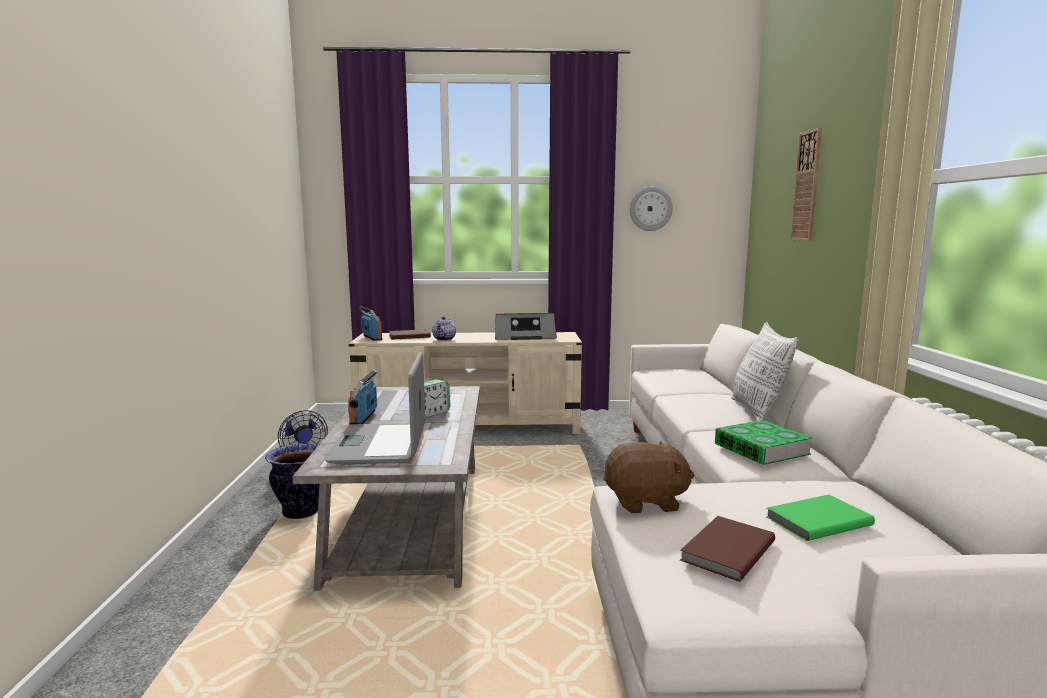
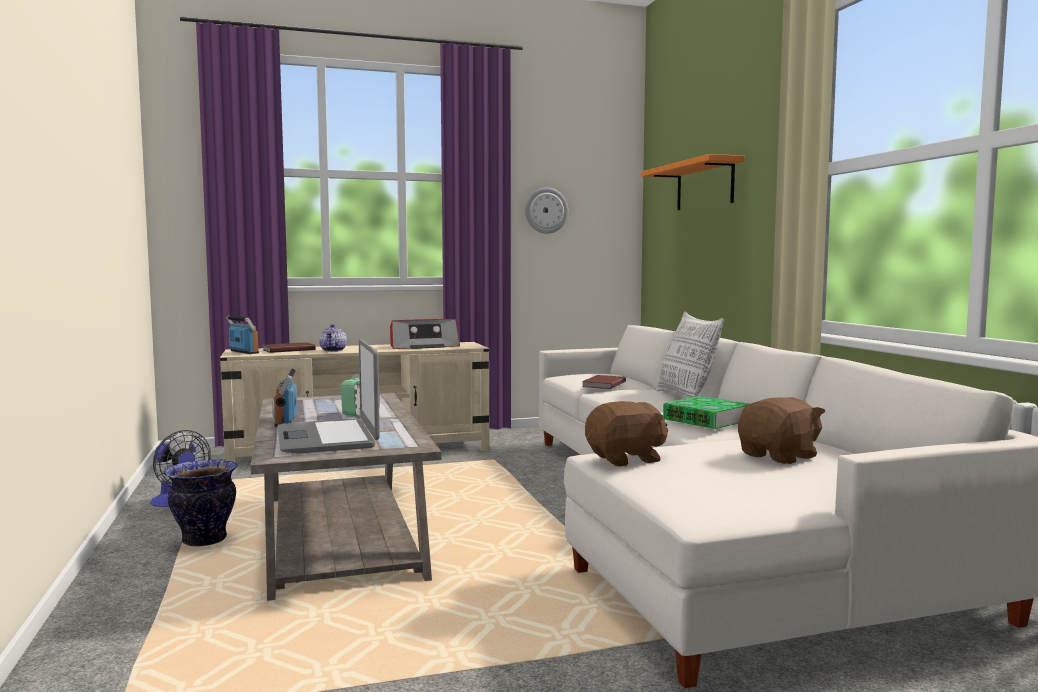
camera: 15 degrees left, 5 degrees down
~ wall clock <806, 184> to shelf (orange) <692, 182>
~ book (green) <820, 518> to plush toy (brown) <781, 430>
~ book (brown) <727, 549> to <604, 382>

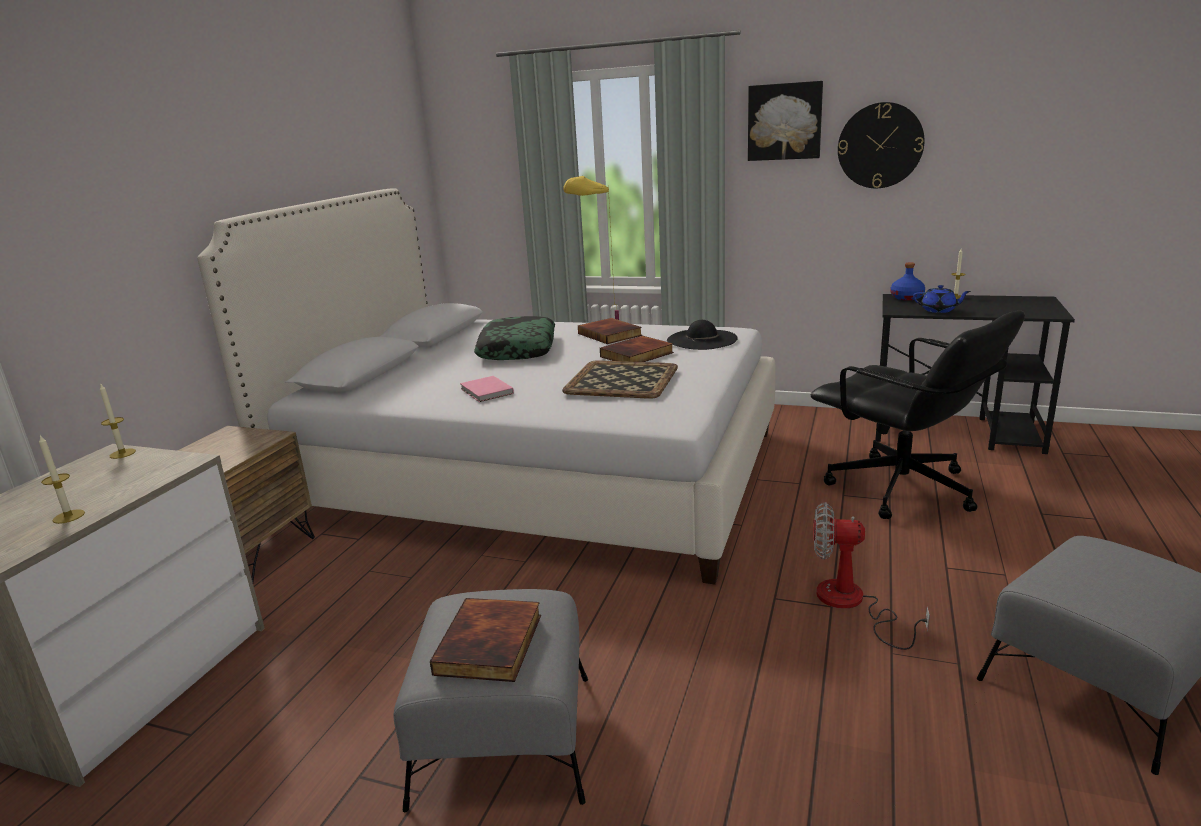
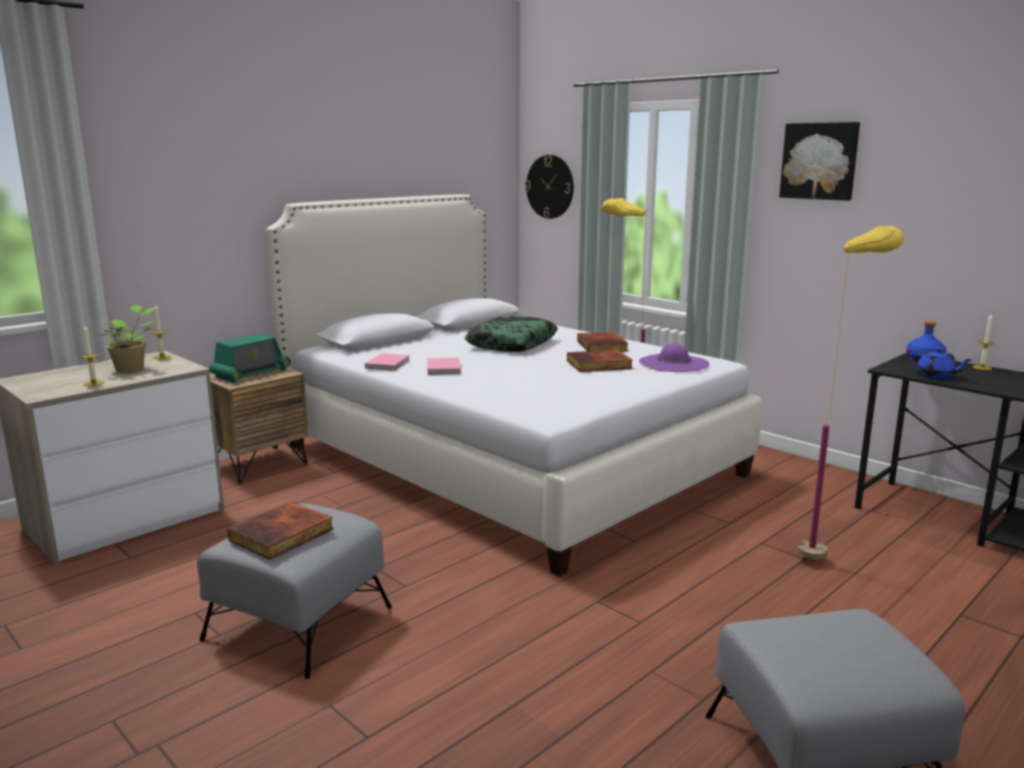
camera: 25 degrees right, 5 degrees down
~ wall clock <881, 145> to <549, 187>
~ office chair (black) <918, 414> to floor lamp (yellow) <850, 393>
~ hat (black) <702, 335> to hat (purple) <674, 358>
- tray <620, 379>
- fan <871, 576>
+ potted plant <128, 338>
+ radio <250, 358>
+ book (pink) <387, 362>

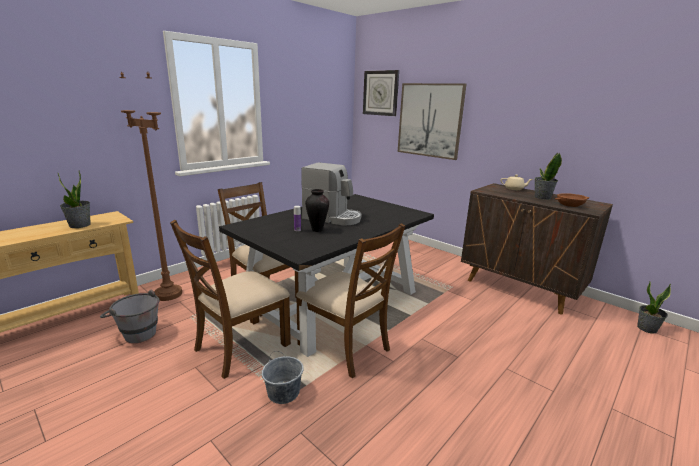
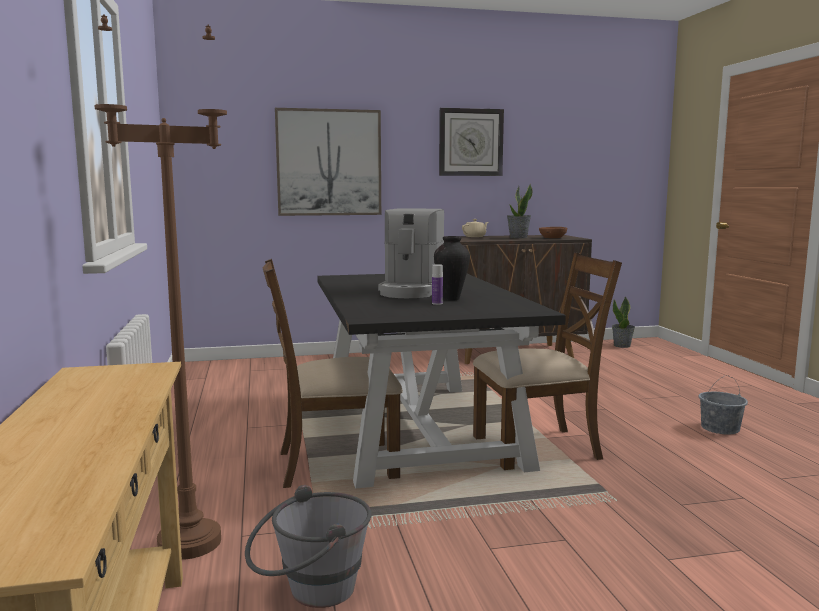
camera: 55 degrees left, 10 degrees down
~ wall clock <381, 93> to <471, 142>
~ coffee machine <331, 194> = <411, 253> 135 degrees clockwise
- potted plant <74, 199>
- chair (brown) <230, 299>
~ bucket (grey) <283, 377> to <723, 405>

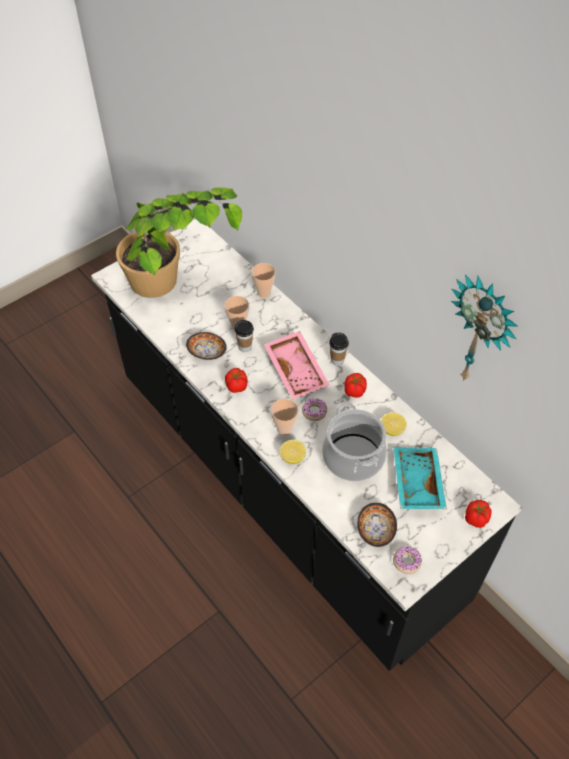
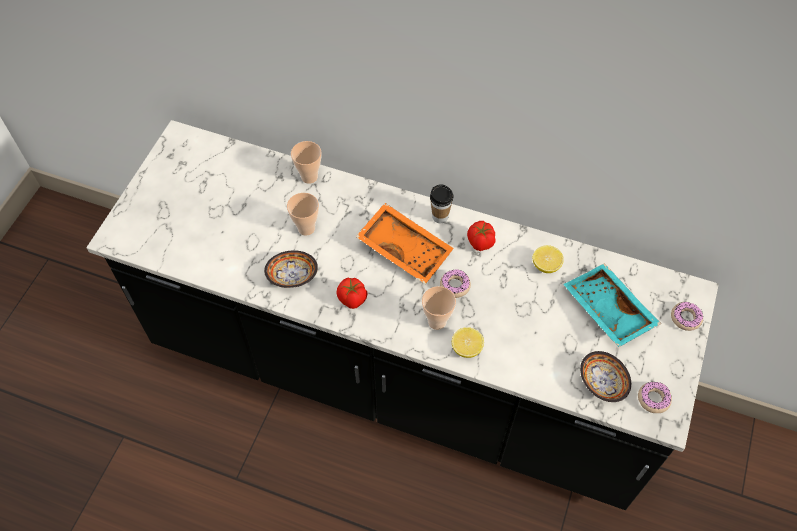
camera: 30 degrees left, 5 degrees up
- potted plant <179, 242>
- wall clock <484, 327>
- cup <244, 336>
~ tray (pink) <297, 365> to tray (orange) <405, 243>
- cooking pot <354, 441>
~ tomato <478, 514> to donut <687, 316>

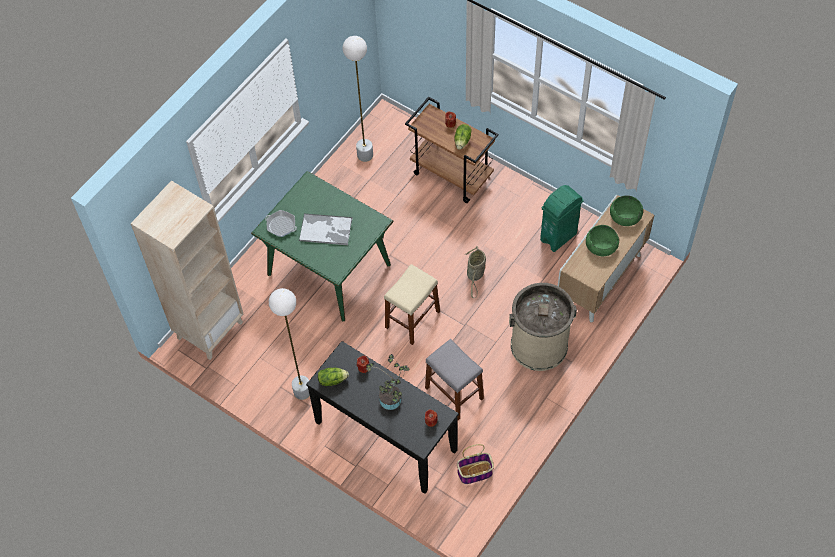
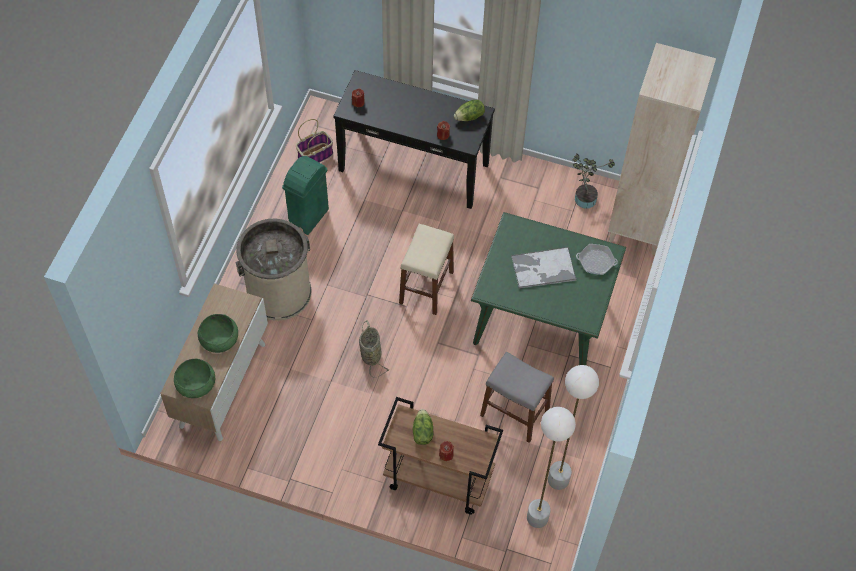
camera: 160 degrees right, 0 degrees up
~ trash can (green) <561, 218> to <305, 195>
~ floor lamp (white) <289, 344> to <551, 467>
~ stool (grey) <454, 379> to <517, 397>
~ potted plant <387, 382> to <594, 181>

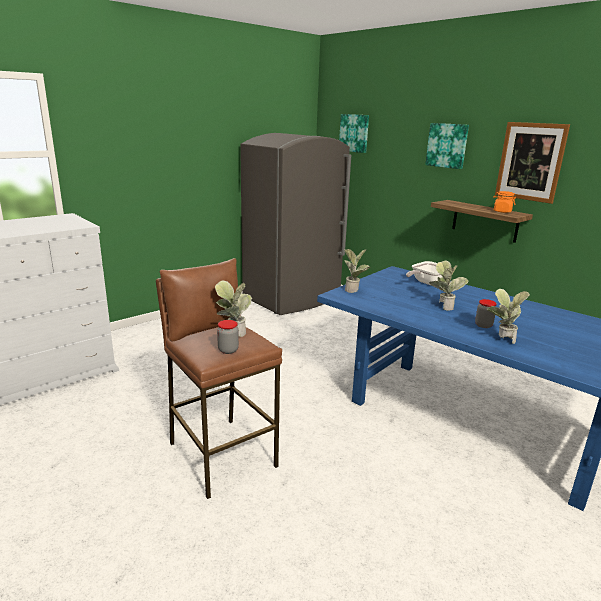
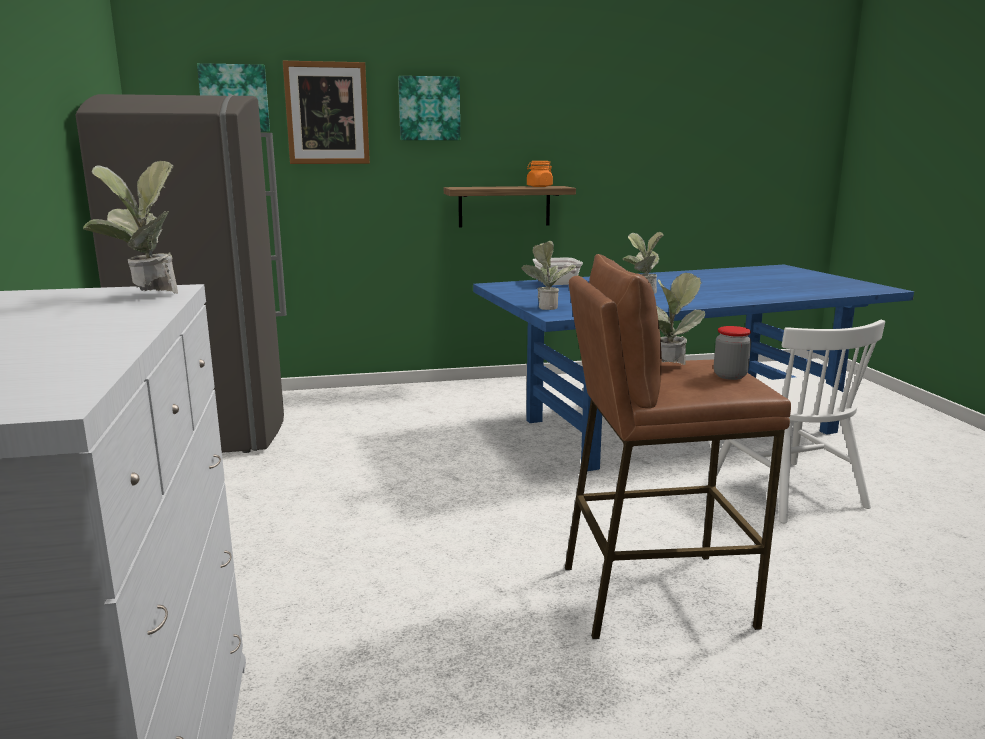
camera: 60 degrees left, 5 degrees down
~ picture <532, 163> to <326, 112>
~ potted plant <508, 316> to <130, 227>
- jar <486, 313>
+ chair (white) <801, 421>

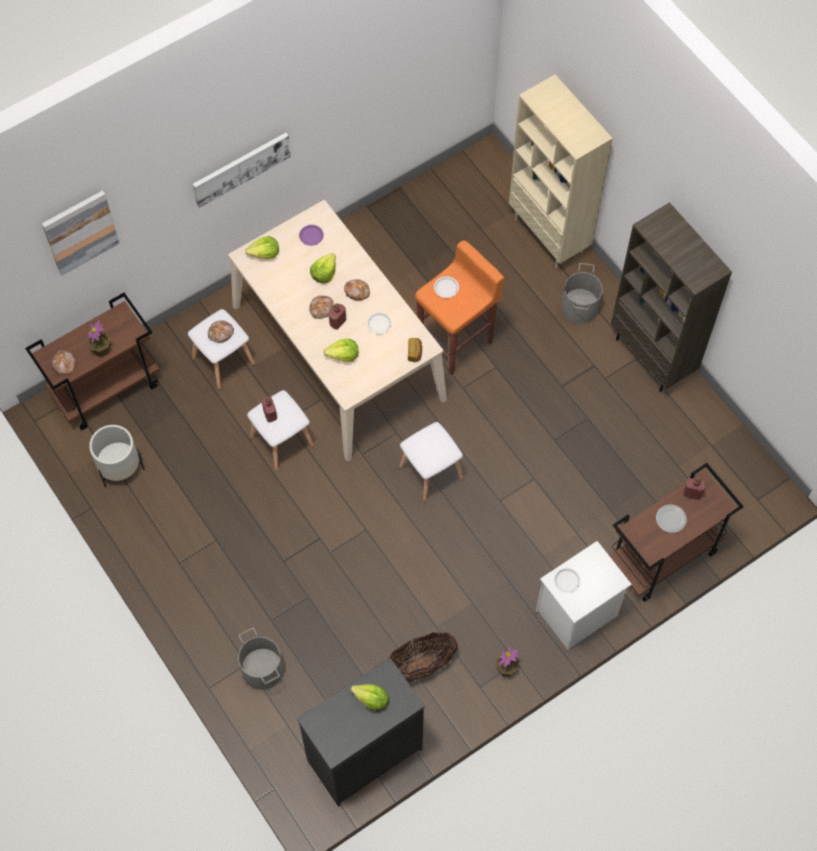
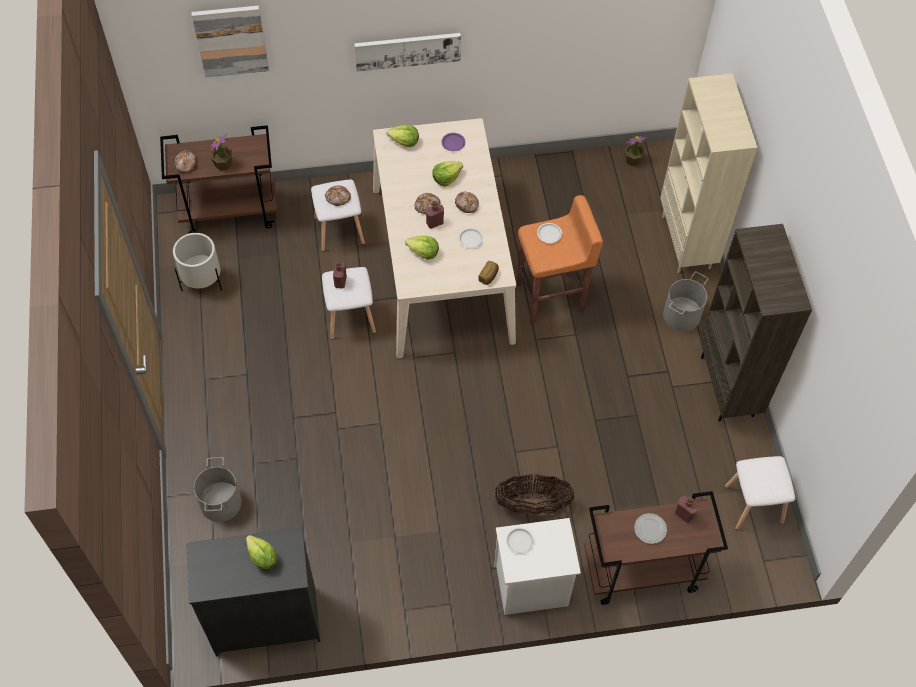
camera: 25 degrees right, 5 degrees down
~ stool (white) <431, 462> to <760, 493>
~ basket <423, 657> to <534, 494>
~ potted plant <507, 662> to <635, 151>

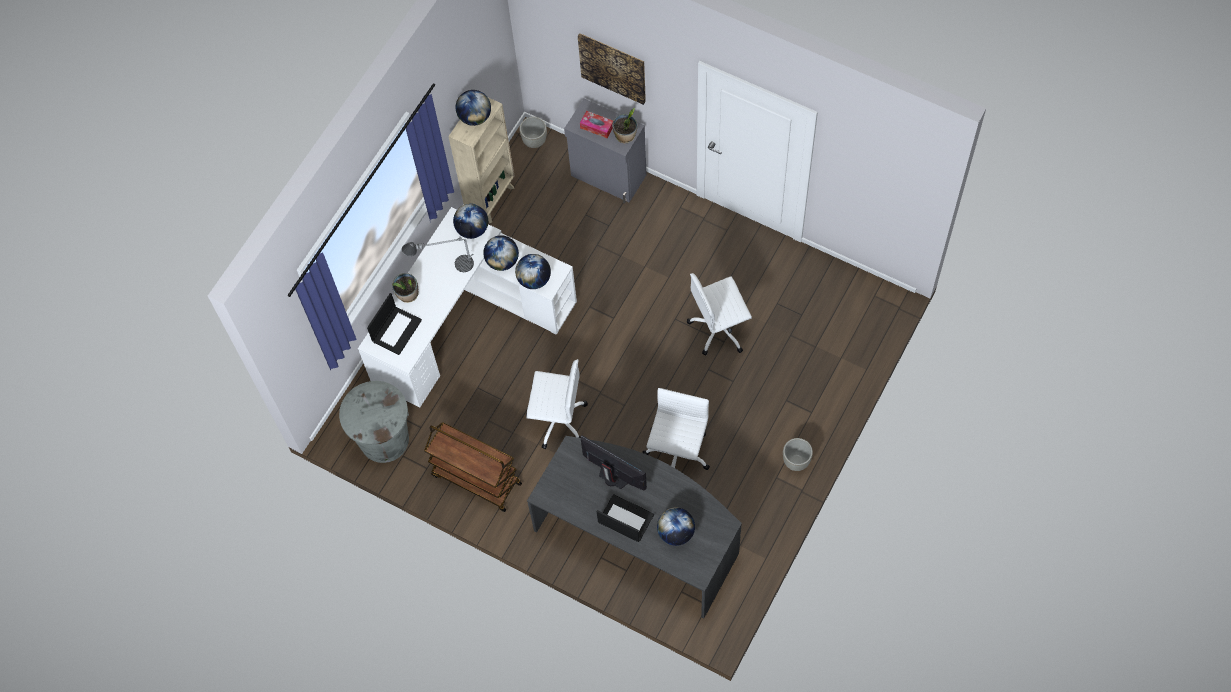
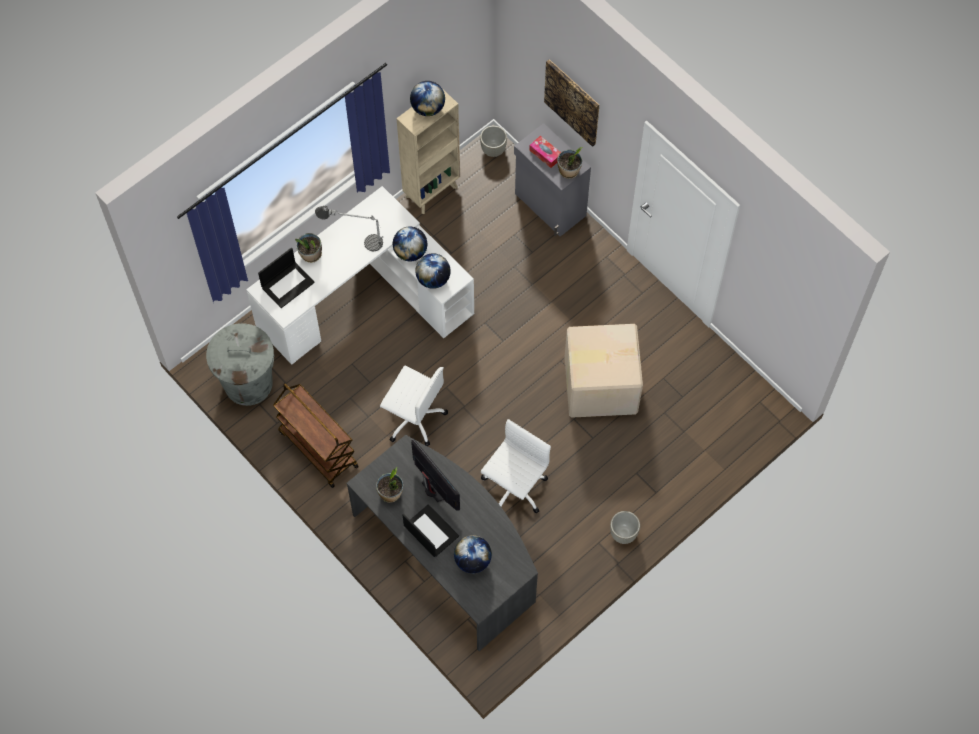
camera: 15 degrees right, 0 degrees up
- globe <470, 221>
~ office chair (white) <719, 314> to cardboard box <603, 371>
+ potted plant <389, 485>

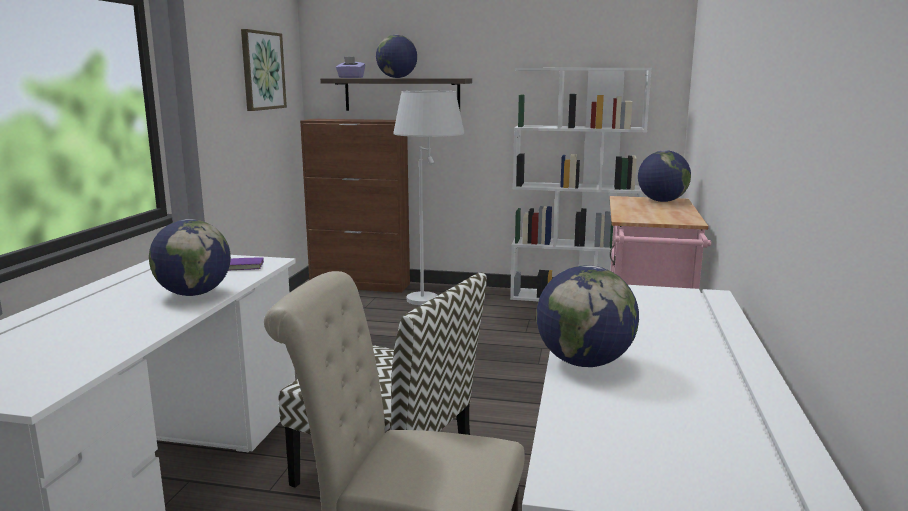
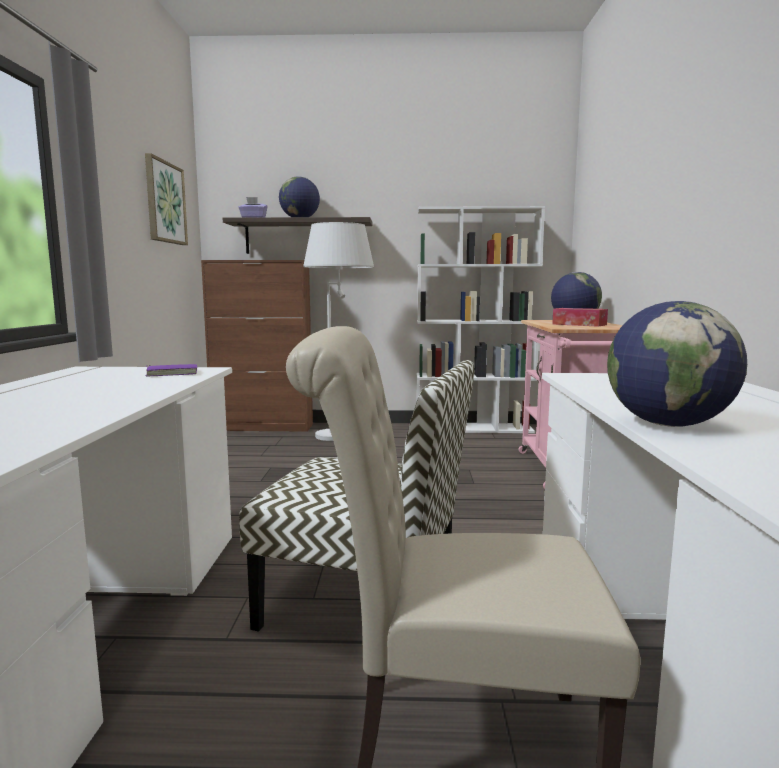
camera: 10 degrees left, 5 degrees down
- globe <190, 257>
+ tissue box <580, 317>

